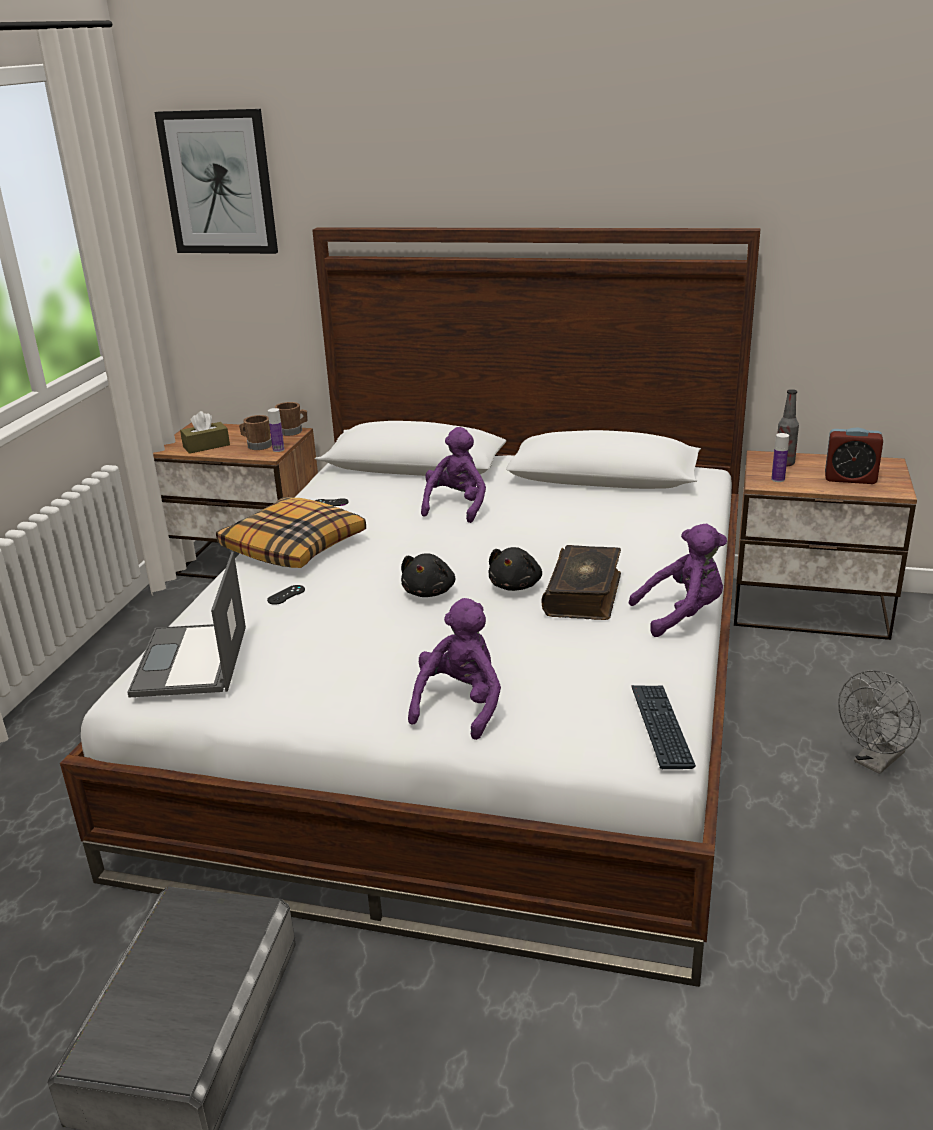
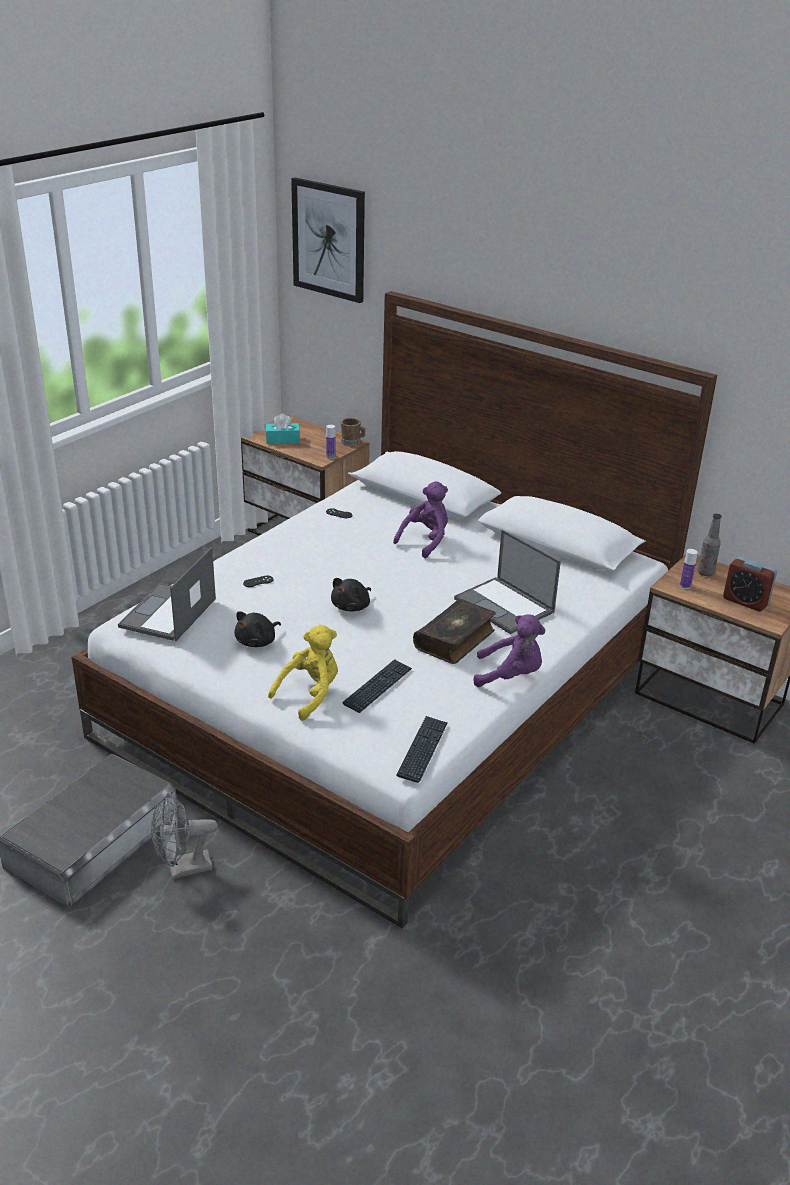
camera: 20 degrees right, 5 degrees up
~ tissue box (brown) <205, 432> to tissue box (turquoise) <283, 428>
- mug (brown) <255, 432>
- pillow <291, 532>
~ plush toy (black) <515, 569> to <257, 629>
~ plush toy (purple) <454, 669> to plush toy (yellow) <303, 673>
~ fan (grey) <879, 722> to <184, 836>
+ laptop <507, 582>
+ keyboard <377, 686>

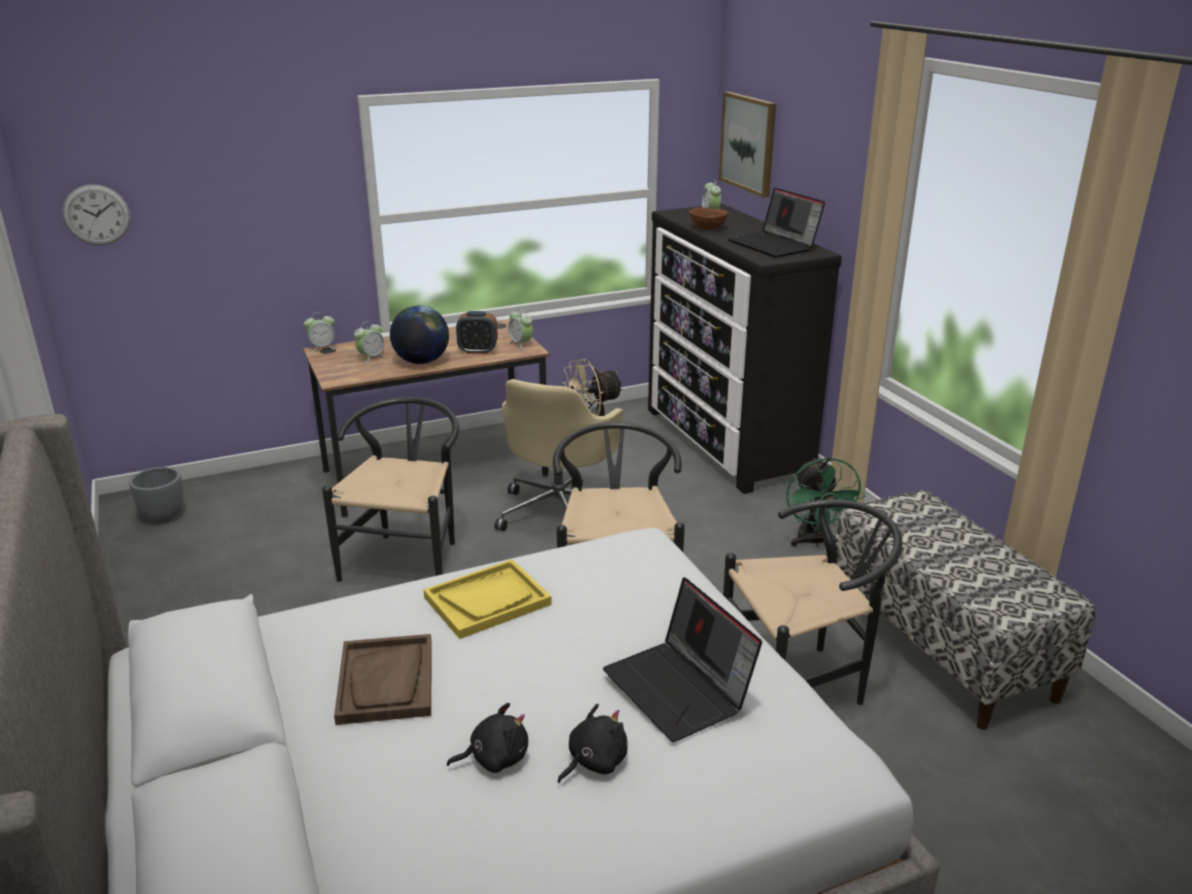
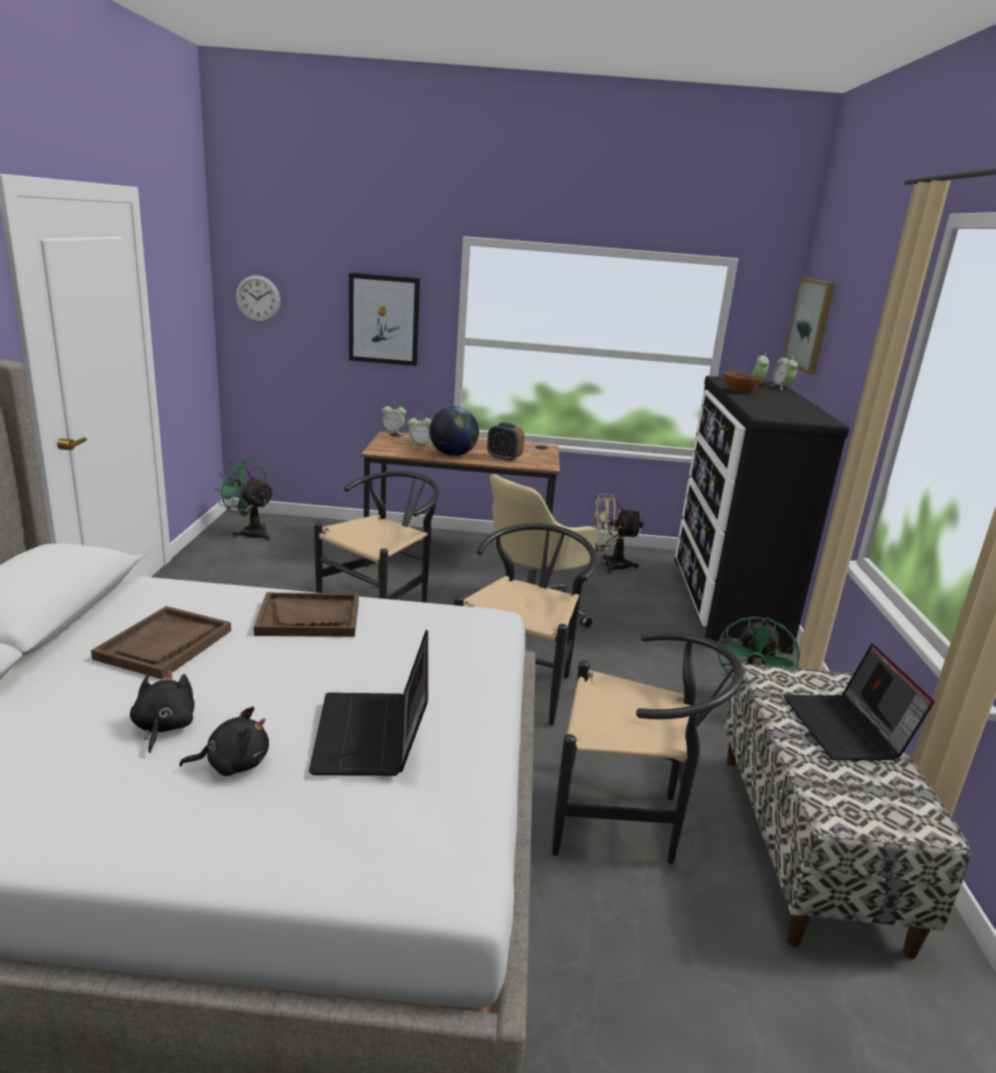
camera: 25 degrees right, 5 degrees down
~ laptop <776, 223> to <859, 702>
~ alarm clock <520, 328> to <784, 372>
~ planter (grey) <156, 495> to fan (green) <244, 500>
~ tray (yellow) <487, 599> to tray (brown) <306, 614>
~ plush toy (black) <487, 738> = <162, 711> 105 degrees counterclockwise
+ picture <384, 319>

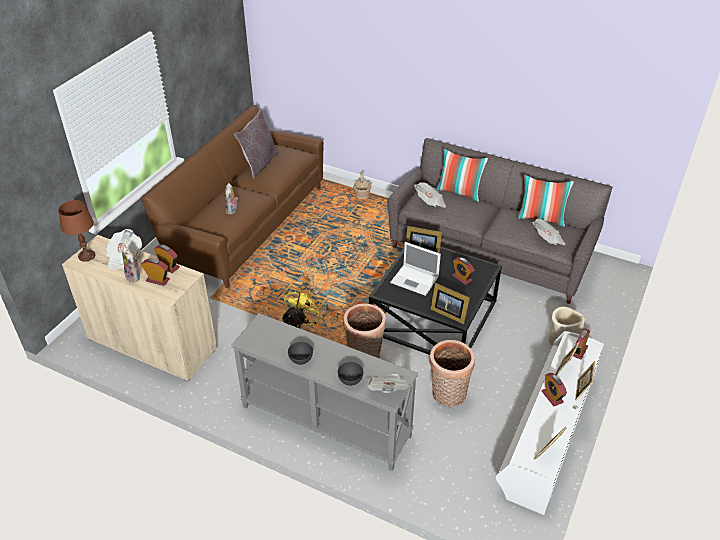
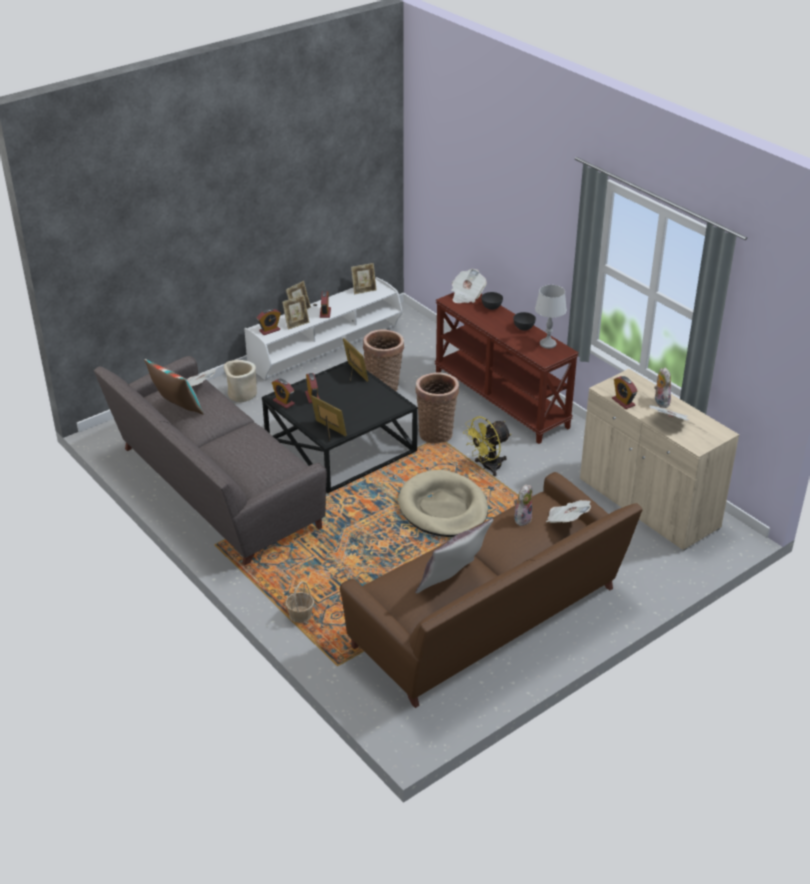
camera: 155 degrees left, 5 degrees down
- pillow <462, 175>
~ newspaper <430, 195> to <568, 511>
- table lamp (brown) <76, 231>
- laptop <415, 269>
~ alarm clock <155, 272> to <283, 394>
~ console table (grey) <325, 392> to console table (brown) <507, 368>
+ table lamp (grey) <551, 317>
+ dog bed (beige) <443, 503>

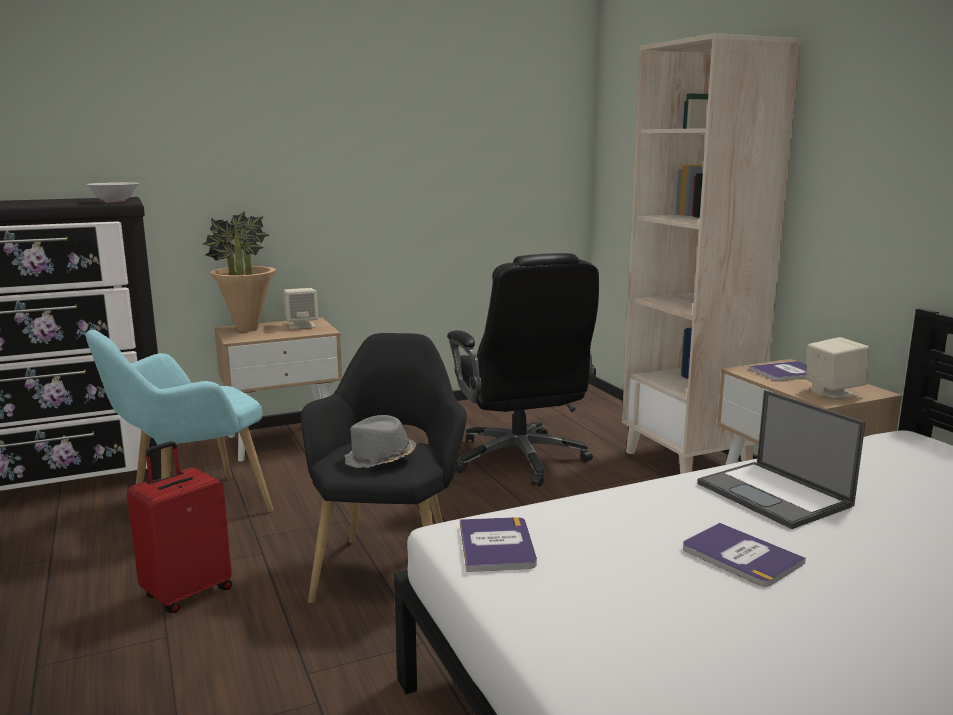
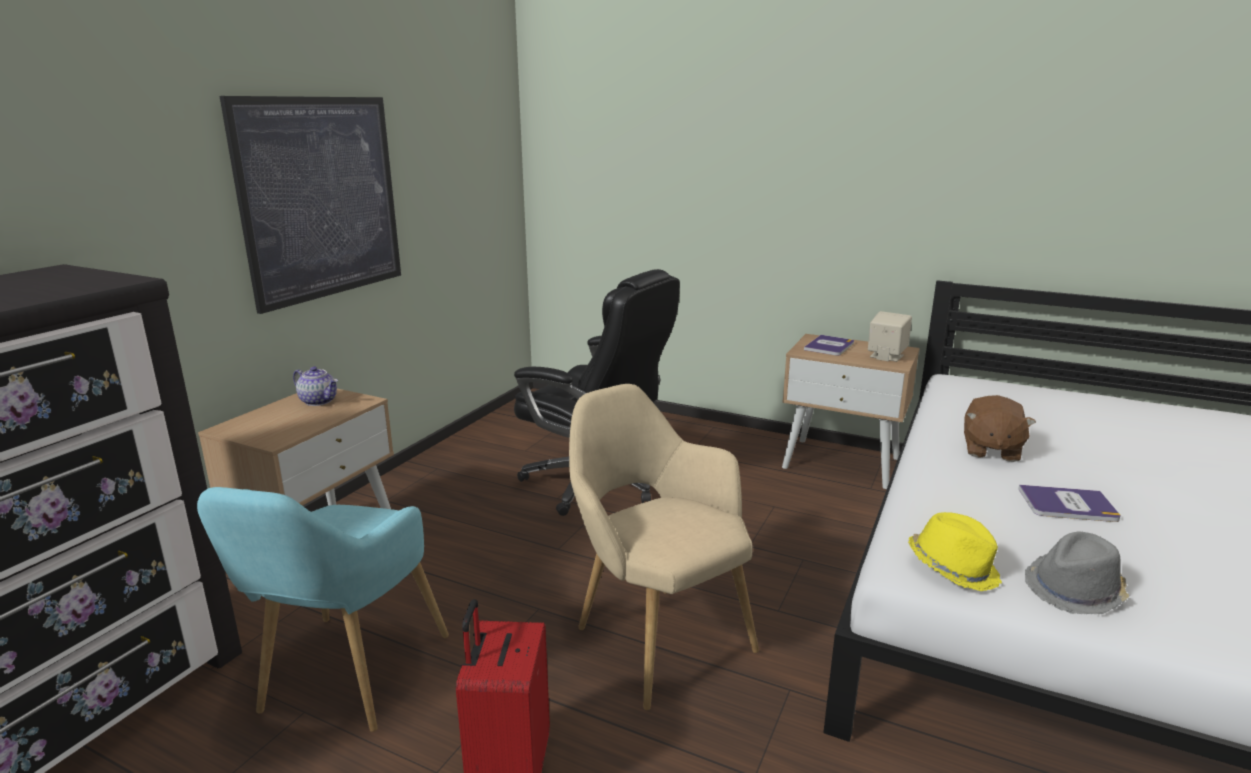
camera: 40 degrees left, 5 degrees up
- bookcase (beige) <712, 253>
- bowl (white) <112, 192>
- potted plant <239, 271>
~ speaker (beige) <300, 308> to teapot <315, 386>
~ armchair (black) <384, 468> to armchair (beige) <664, 547>
~ laptop <781, 459> to plush toy (brown) <1000, 428>
~ hat (grey) <380, 441> to <1077, 573>
~ book <498, 544> to hat (yellow) <955, 551>
+ picture <310, 205>

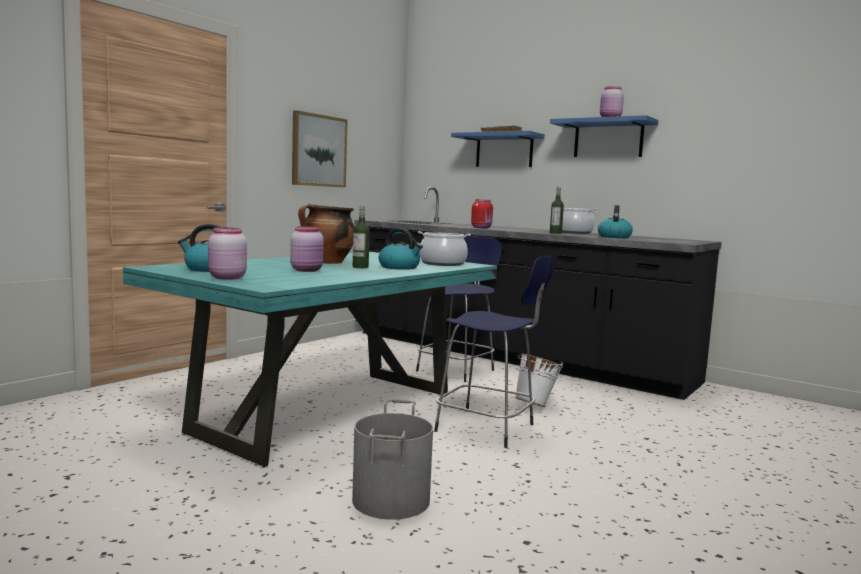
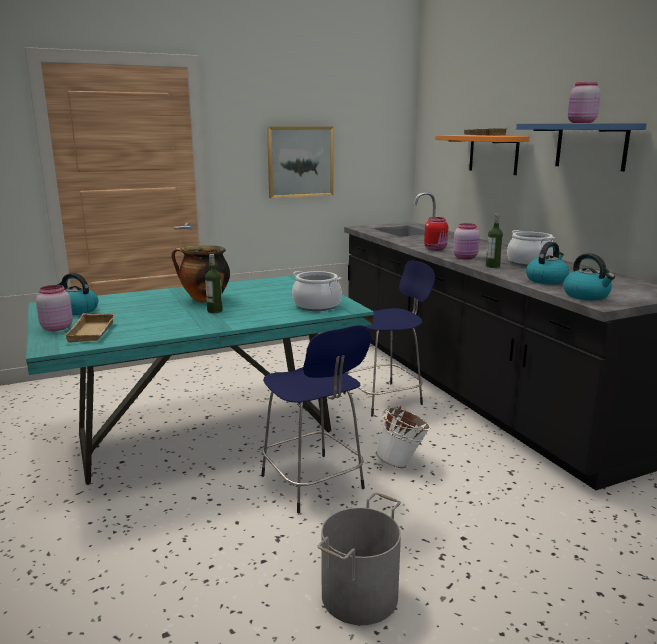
camera: 30 degrees right, 10 degrees up
~ shelf (blue) <498, 149> to shelf (orange) <482, 155>
~ jar (pink) <307, 249> to <466, 241>
~ kettle <401, 249> to <589, 276>
~ bucket (grey) <392, 459> to <359, 558>
+ tray (beige) <90, 328>

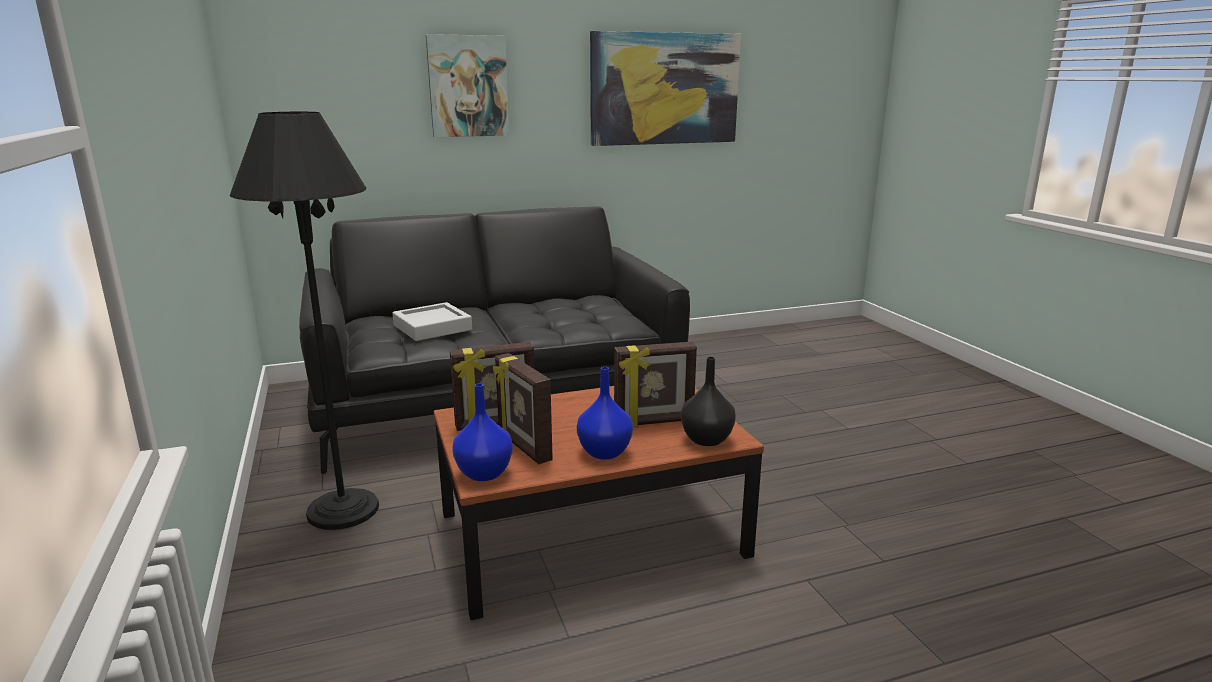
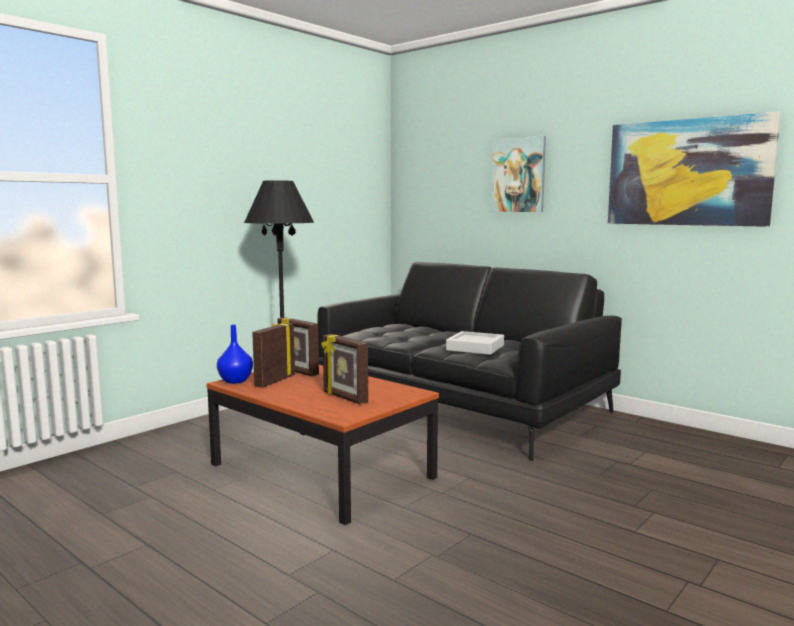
camera: 60 degrees right, 10 degrees down
~ tray (grey) <432, 321> to <475, 343>
- vase (black) <708, 401>
- vase (blue) <605, 413>

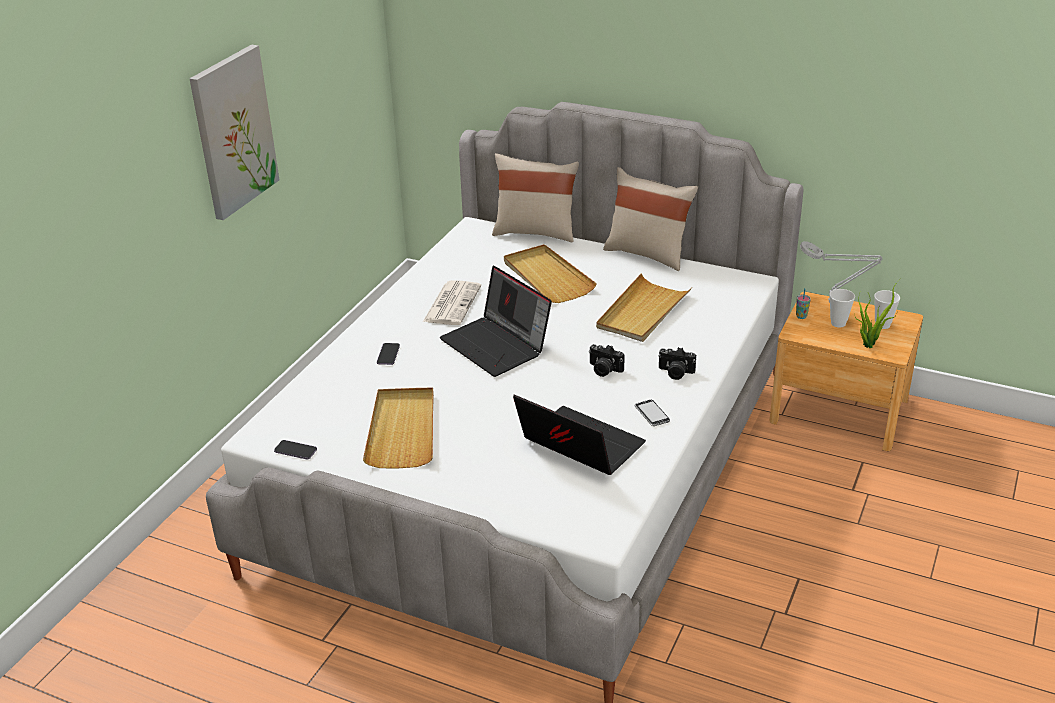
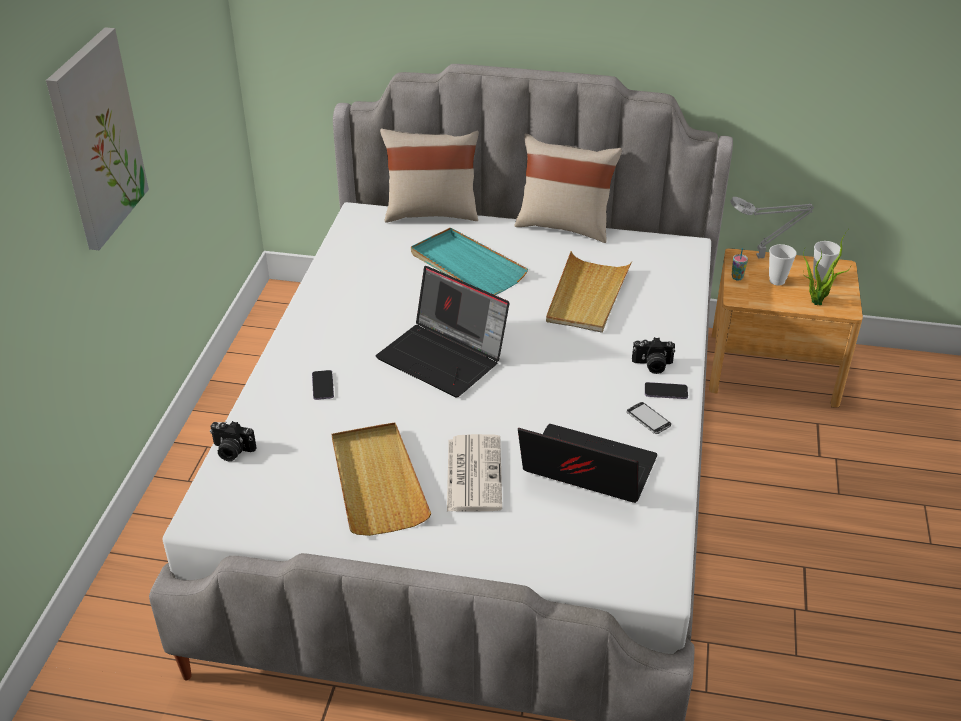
camera: 15 degrees left, 5 degrees up
~ tray (beige) <550, 273> to tray (turquoise) <469, 261>
~ newspaper <452, 302> to <474, 473>
~ photo camera <607, 360> to <233, 441>
~ phone <295, 449> to <666, 390>

